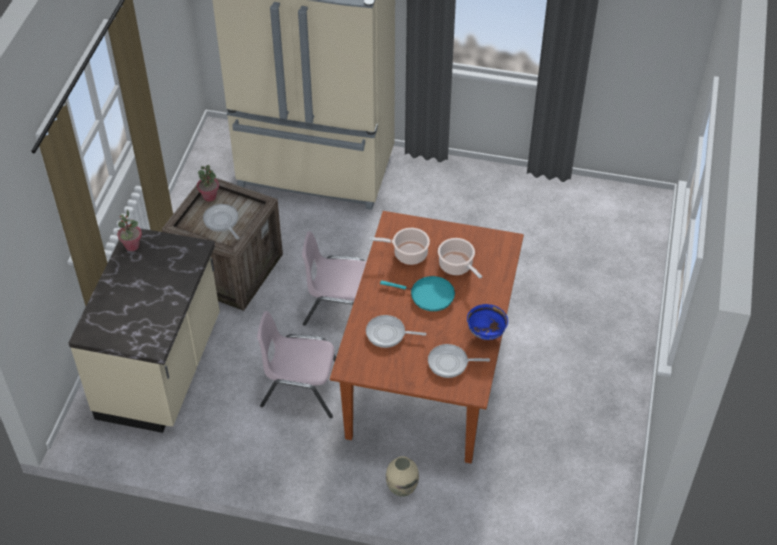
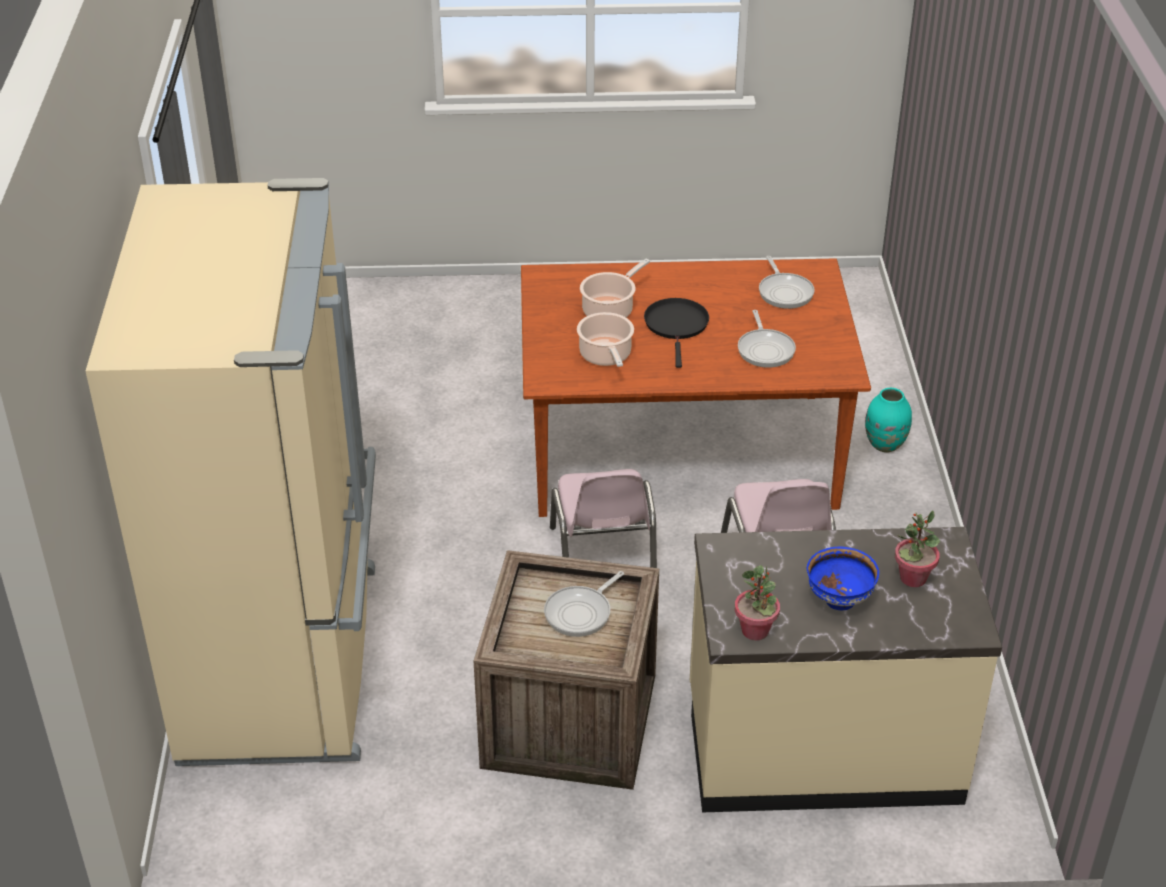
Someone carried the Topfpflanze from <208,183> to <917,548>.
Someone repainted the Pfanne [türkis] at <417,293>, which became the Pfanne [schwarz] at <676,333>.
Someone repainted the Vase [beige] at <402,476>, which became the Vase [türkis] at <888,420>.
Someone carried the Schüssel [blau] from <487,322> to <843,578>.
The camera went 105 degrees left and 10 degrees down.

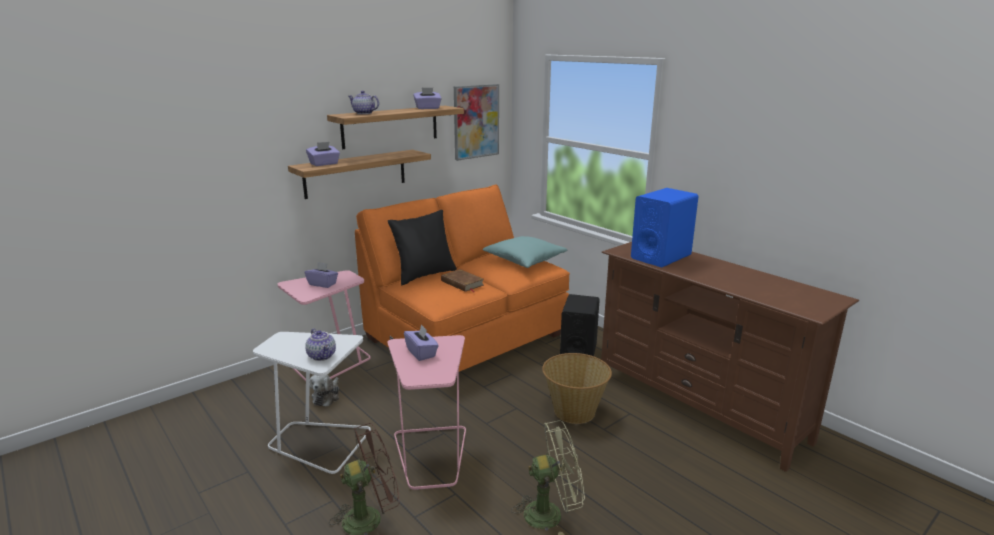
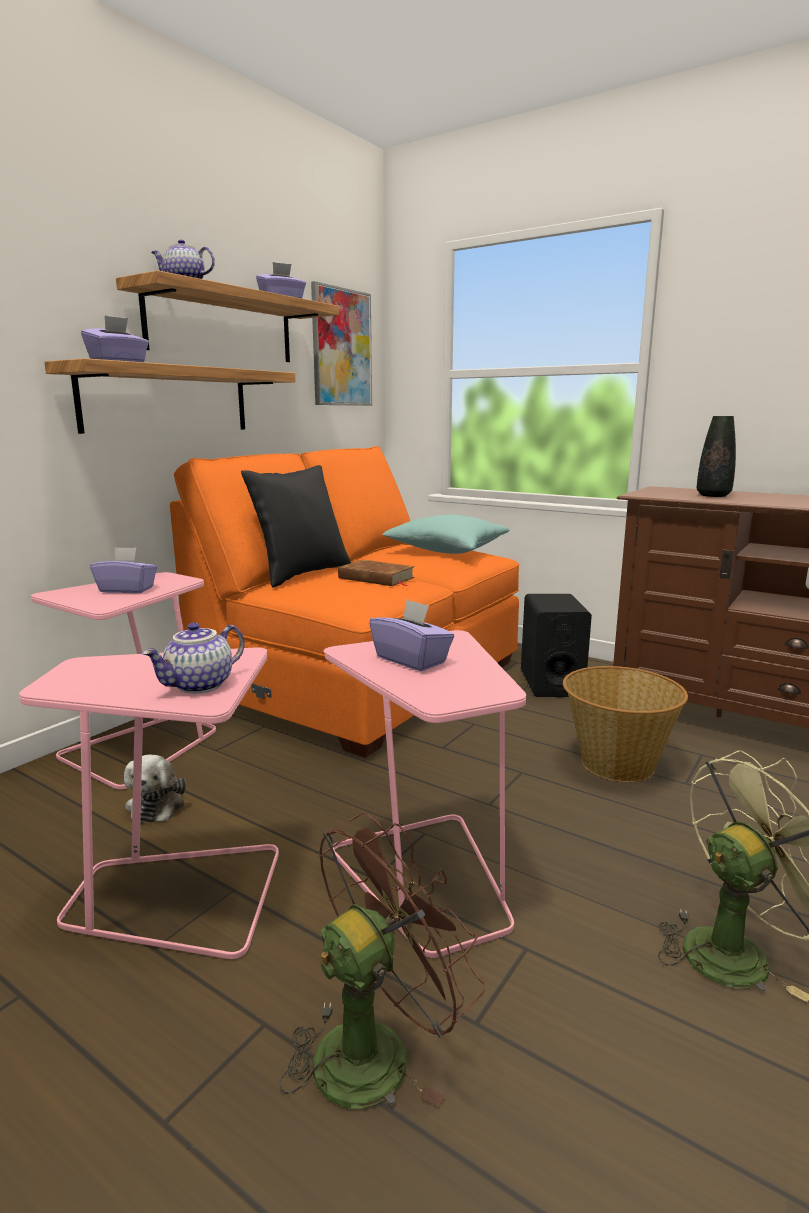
Someone repainted the Beistelltisch [weiß] at <312,403>, which became the Beistelltisch [rosa] at <149,803>.
Someone rotated the Teekanne at <320,344> by 90 degrees clockwise.
Someone swapped the Lautsprecher [blau] at <665,228> for the Vase [schwarz] at <716,456>.
The camera went 15 degrees left and 5 degrees down.

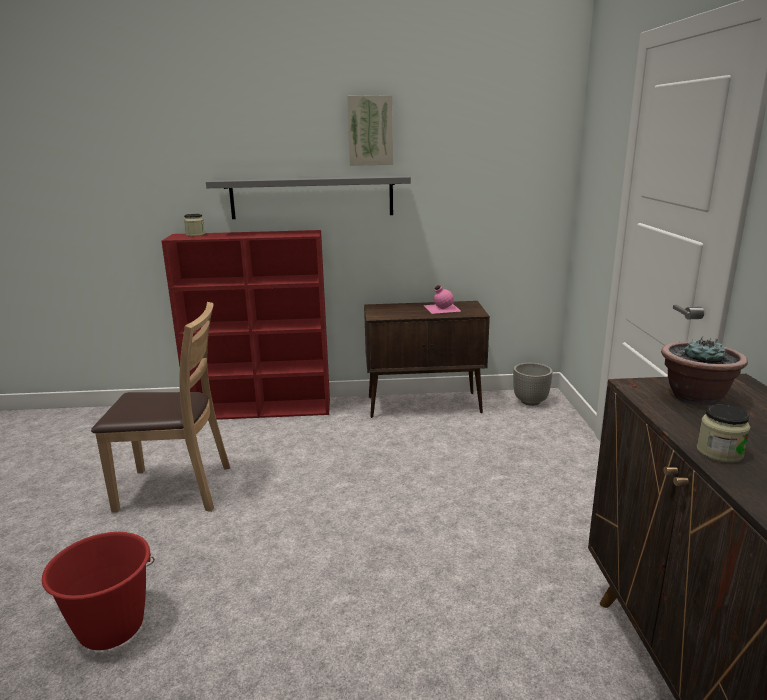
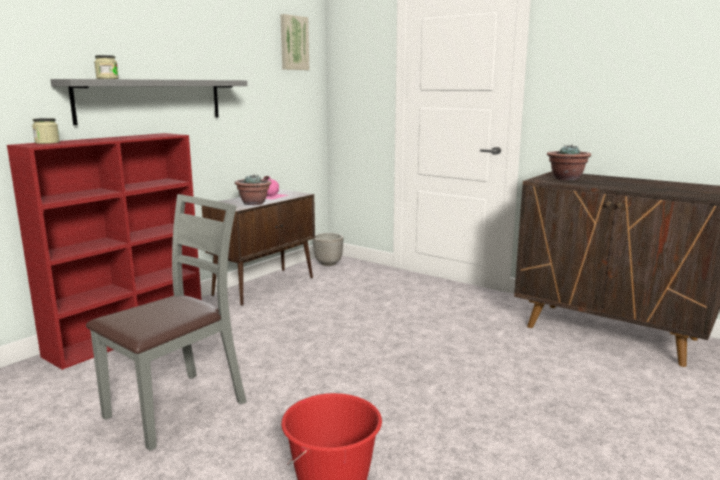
Someone repainted the Stuhl [braun] at <160,407>, which became the Stuhl [grau] at <166,322>.
Someone carried the Bild from <370,130> to <294,42>.
Someone carried the Vorratsglas from <723,433> to <106,67>.
Someone put down the Topfpflanze at <253,190>.
The camera went 50 degrees left and 5 degrees down.

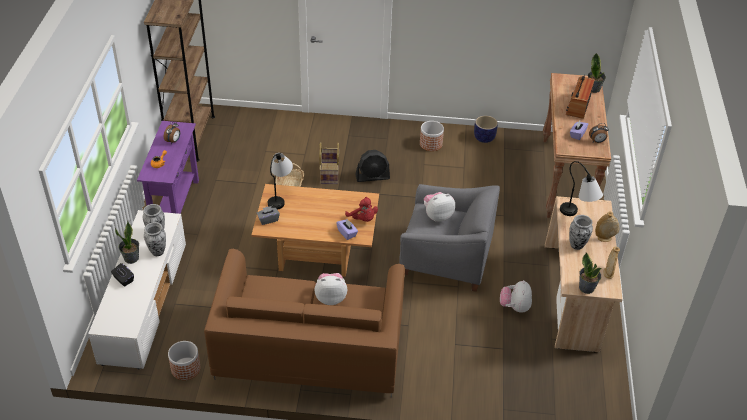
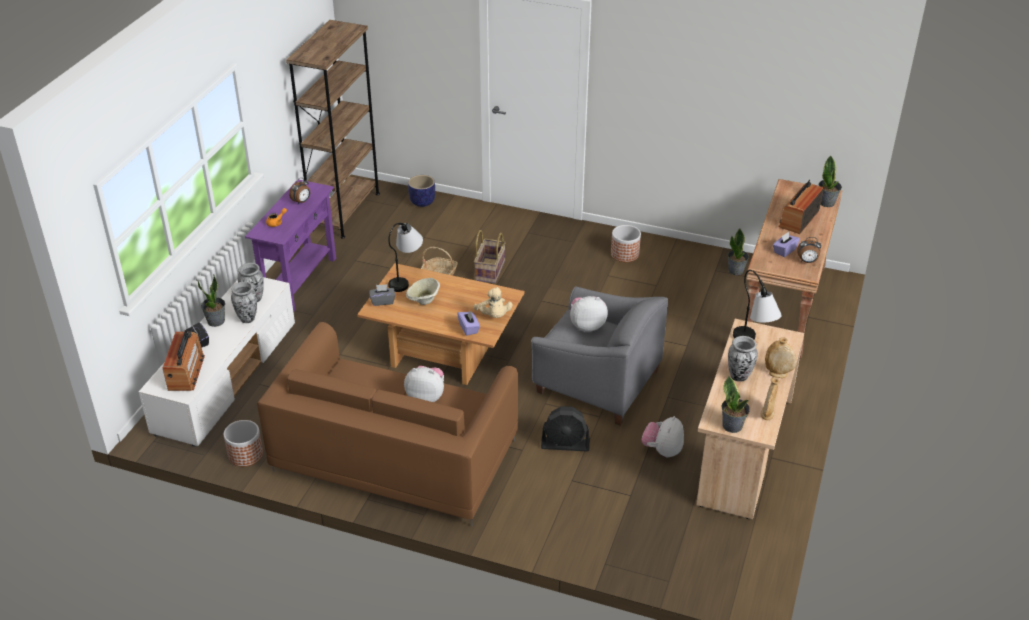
Someone repainted the Plüschtier [rot] at <361,209>, which became the Plüschtier [beige] at <493,302>.
Someone carried the Ventilator [schwarz] from <372,166> to <565,428>.
Someone carried the Pflanzkübel from <486,129> to <421,191>.
Someone put down the Radio at <184,360>.
Someone put down the Schüssel [beige] at <423,291>.
Someone put down the Topfpflanze at <738,252>.
The camera went 15 degrees right and 5 degrees down.

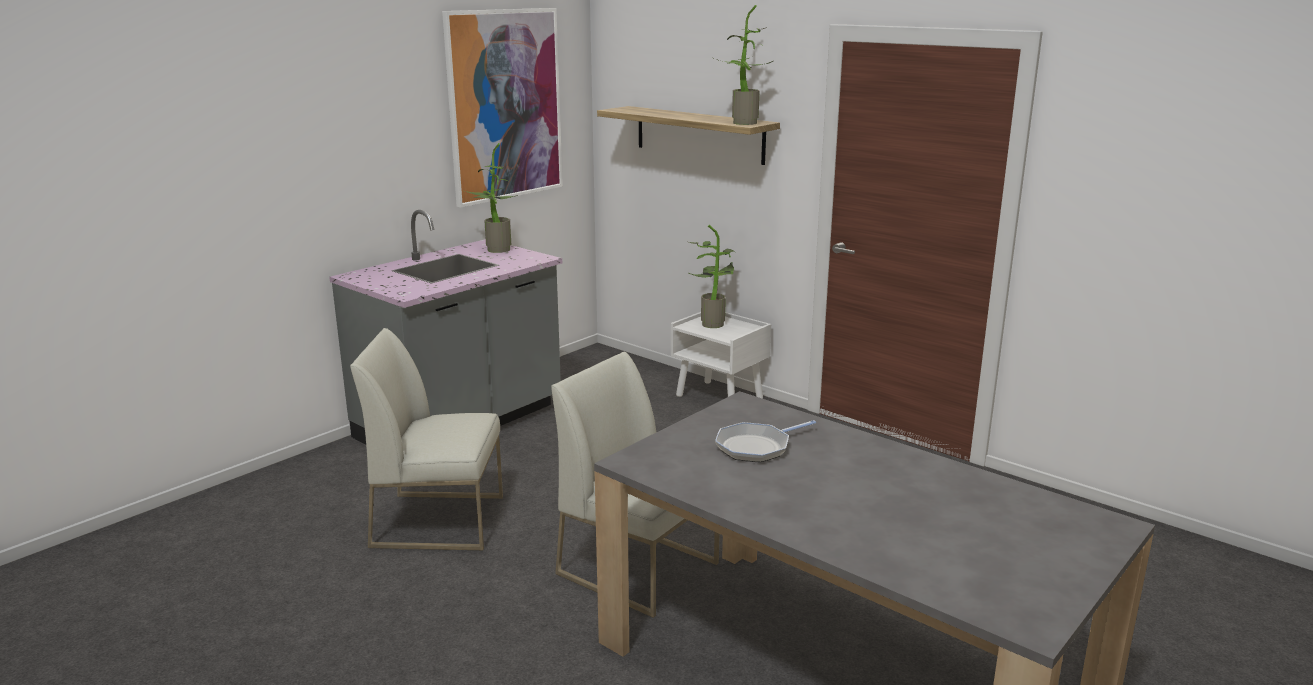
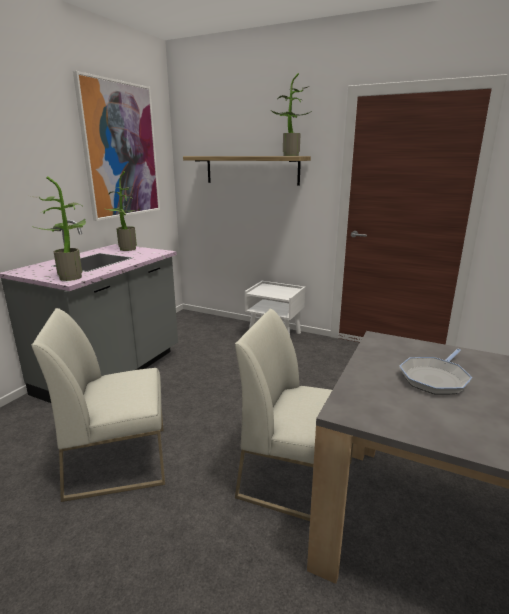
Someone carried the Topfpflanze from <711,276> to <58,228>.
The camera went 15 degrees left and 0 degrees up.

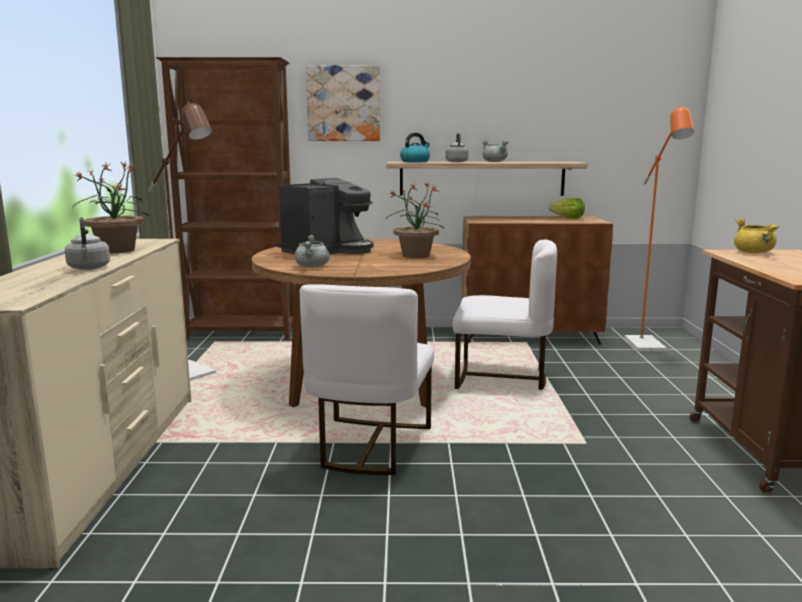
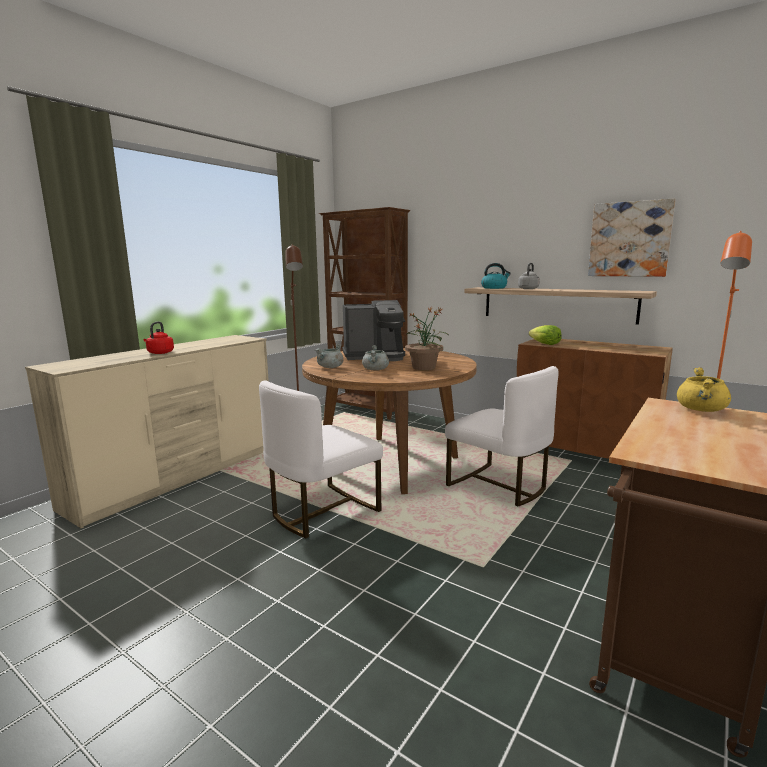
Someone repainted the Wasserkessel [grau] at <87,244>, which became the Wasserkessel [rot] at <159,337>.
Someone took away the Topfpflanze at <110,207>.
Someone carried the Bild from <343,103> to <632,237>.
Someone carried the Kochtopf [grau] from <495,151> to <375,358>.
Someone carried the Salatkopf from <567,208> to <545,335>.
The camera went 35 degrees right and 0 degrees up.

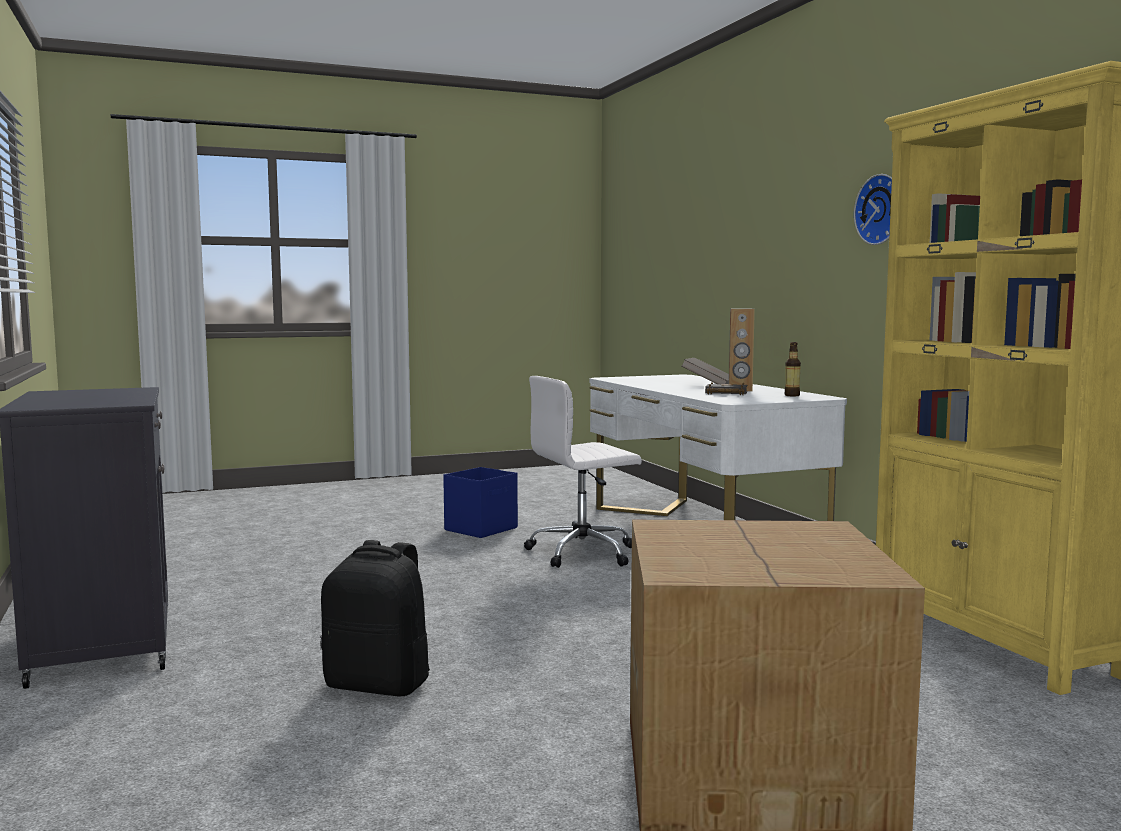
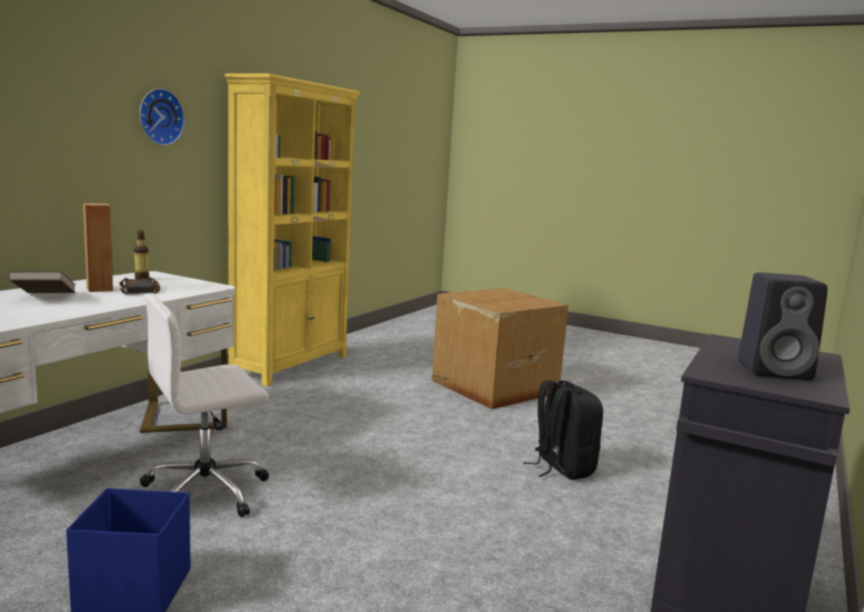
Someone rotated the Bürostuhl [weiß] at <583,472> by 120 degrees clockwise.
Someone put down the Lautsprecher [schwarz] at <783,326>.
The camera went 130 degrees left and 5 degrees up.

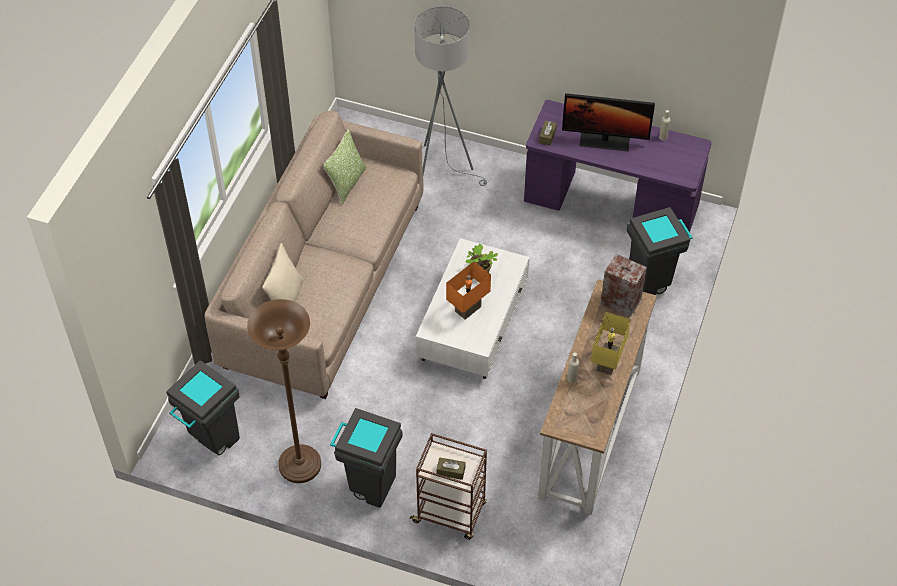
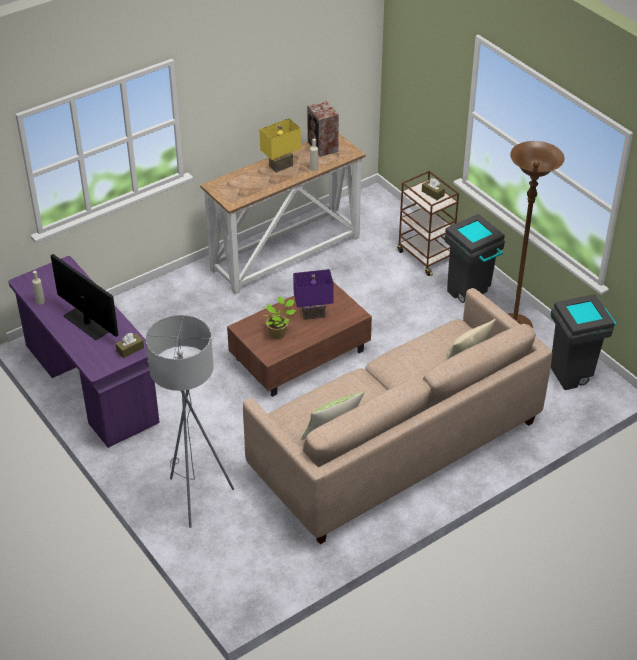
Someone repainted the Couchtisch [weiß] at <472,308>, which became the Couchtisch [braun] at <299,339>.
Someone repainted the Tischlampe [orange] at <468,290>, which became the Tischlampe [lila] at <313,294>.
Someone carried the Lautsprecher from <623,285> to <323,129>.
Someone took away the Mülleimer [grau] at <660,251>.
The camera went 145 degrees left and 10 degrees down.

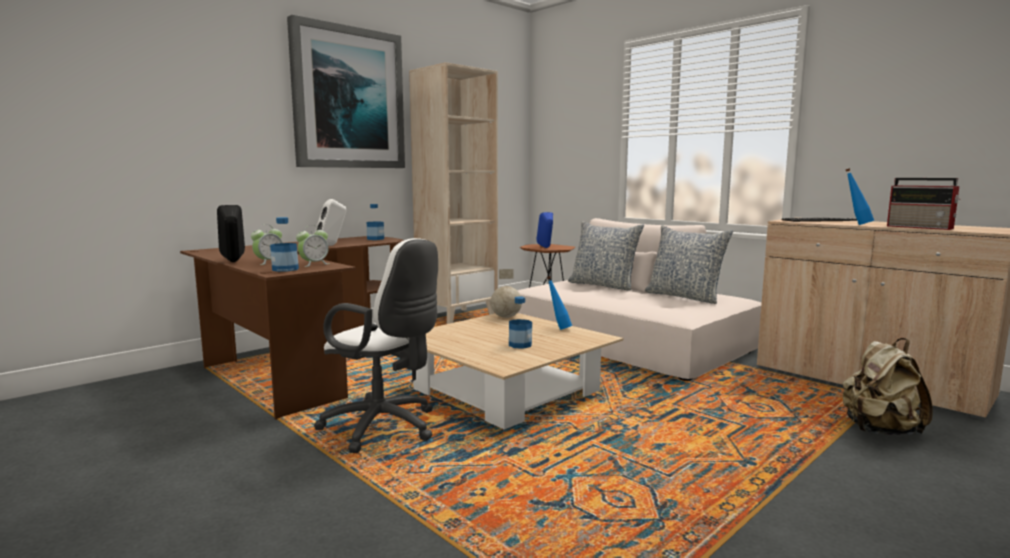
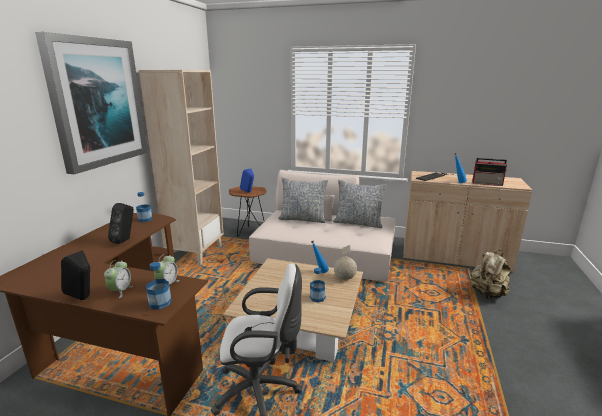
Someone repainted the Lautsprecher [weiß] at <330,222>, which became the Lautsprecher [schwarz] at <121,223>.
Someone carried the Globus from <506,293> to <345,262>.
The camera went 30 degrees left and 10 degrees up.

